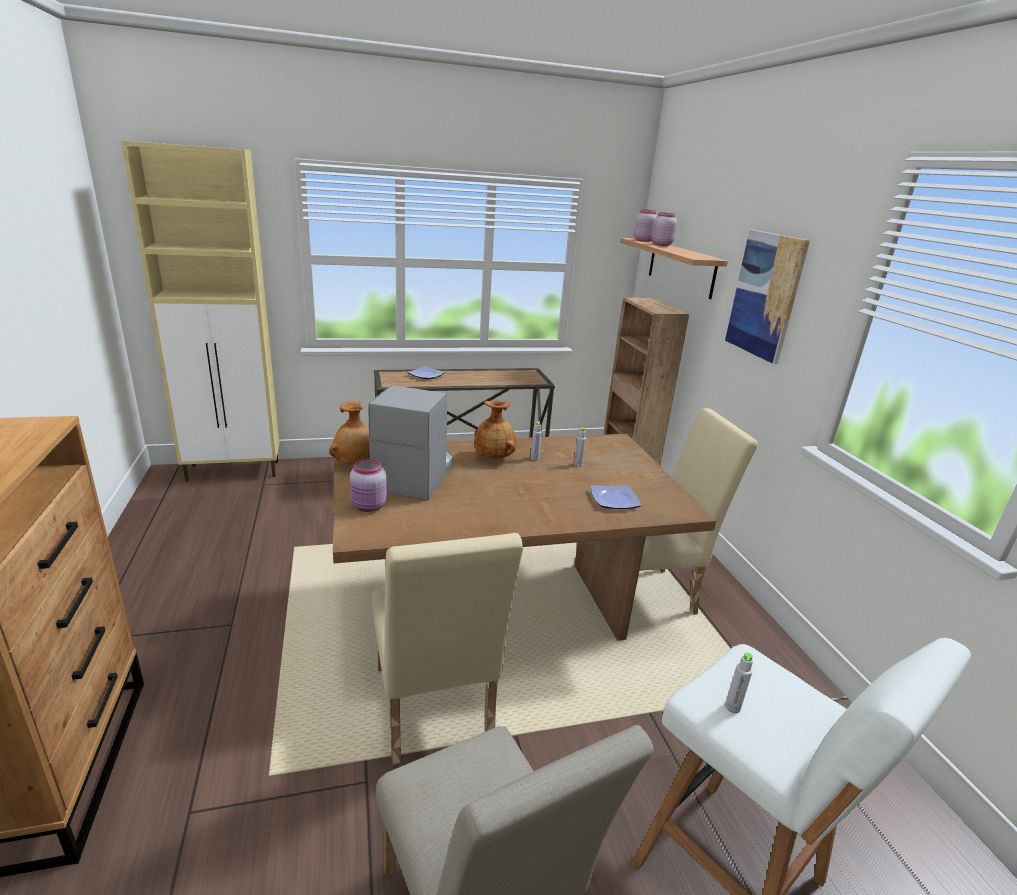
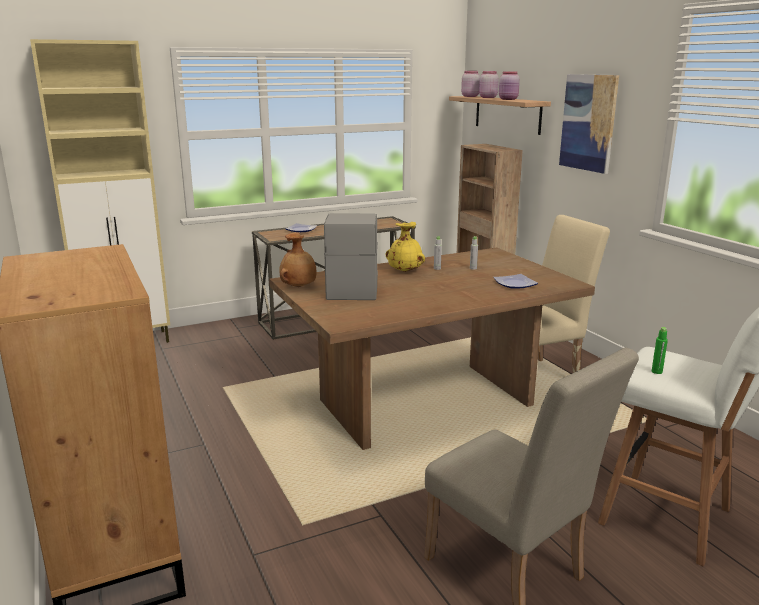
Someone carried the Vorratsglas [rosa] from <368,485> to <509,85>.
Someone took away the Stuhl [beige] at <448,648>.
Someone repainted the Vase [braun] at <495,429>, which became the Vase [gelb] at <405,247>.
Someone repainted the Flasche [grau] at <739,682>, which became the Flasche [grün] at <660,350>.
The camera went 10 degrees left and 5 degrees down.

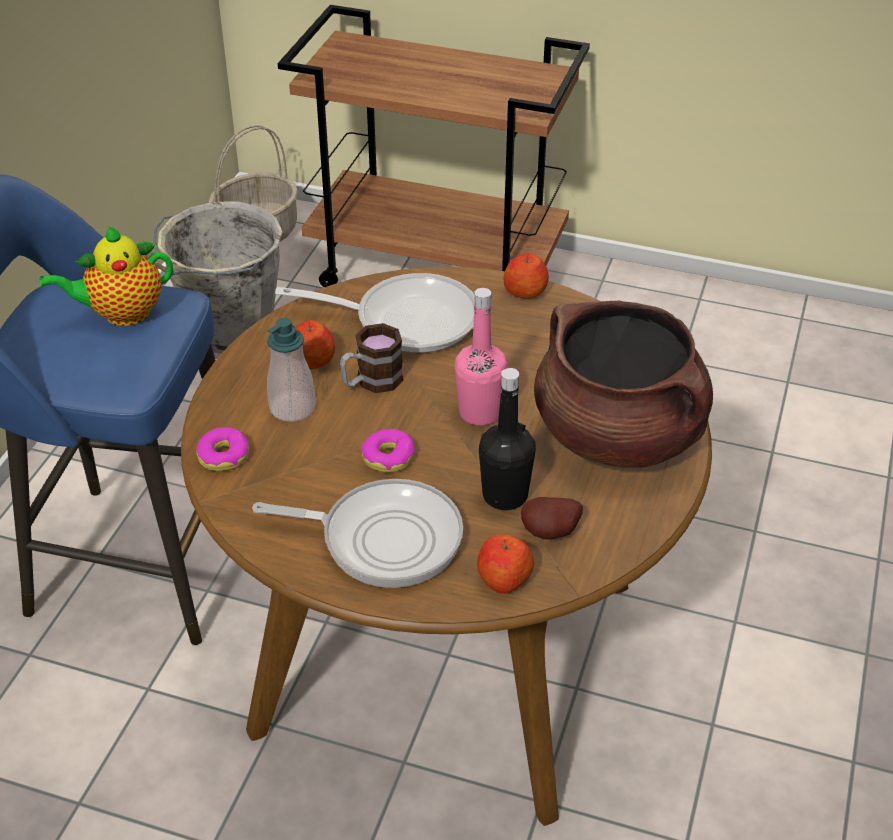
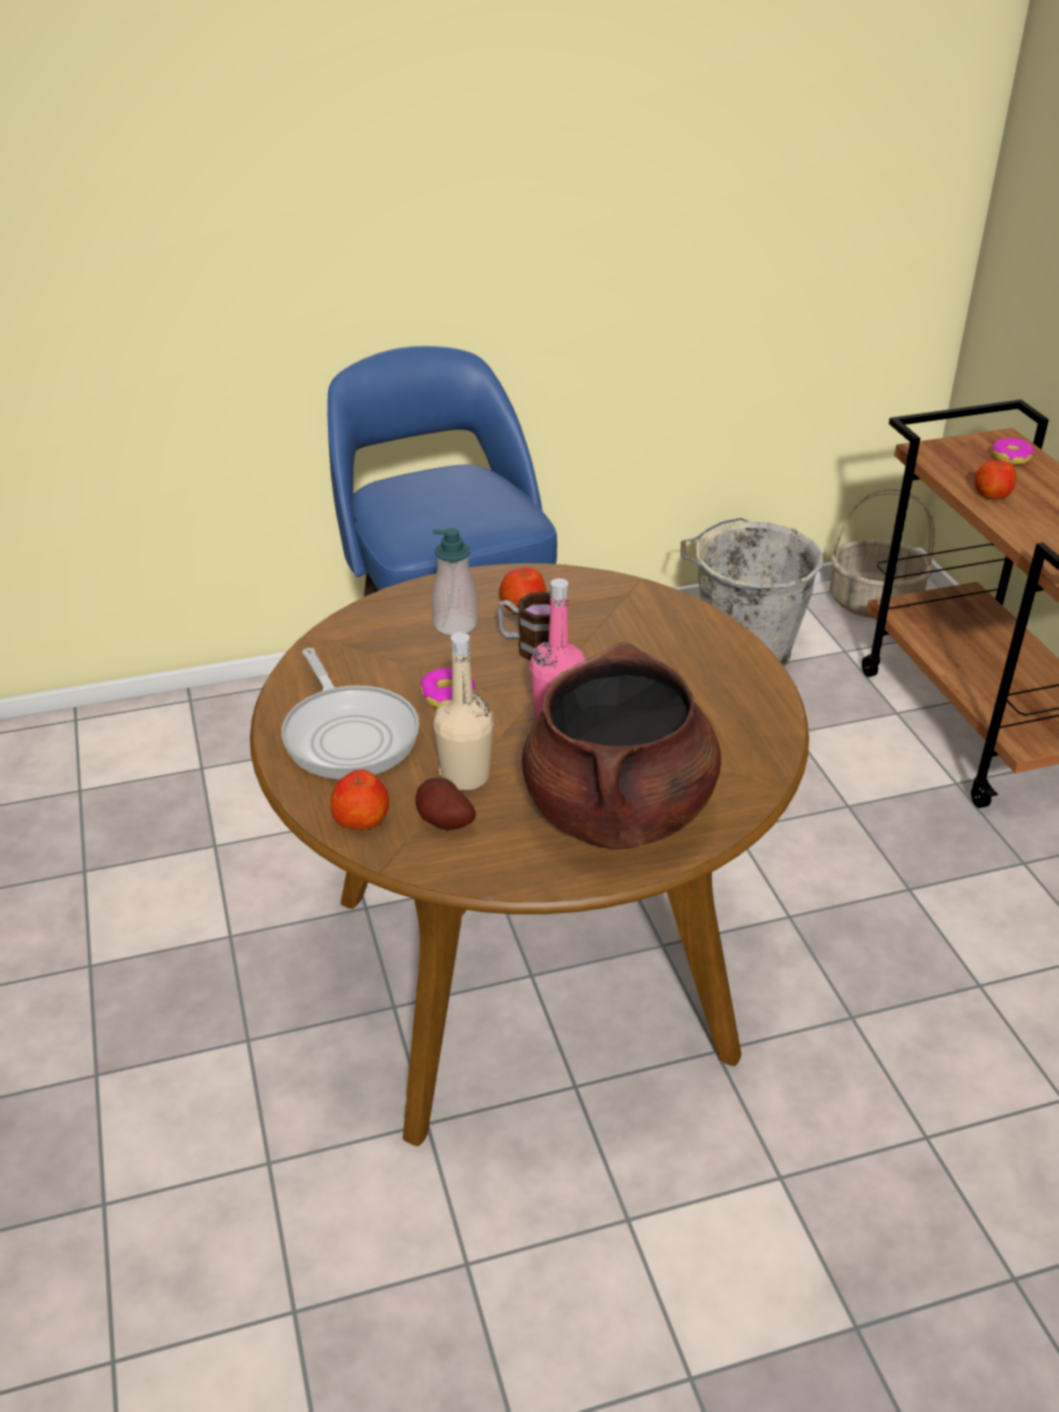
Someone took away the Teekanne at <106,275>.
Someone carried the Donut from <222,449> to <1013,451>.
Someone took away the Pfanne at <374,313>.
Someone repainted the Flasche [schwarz] at <507,439>, which became the Flasche [beige] at <463,711>.
Someone carried the Apfel from <526,276> to <995,478>.
The camera went 55 degrees right and 5 degrees down.

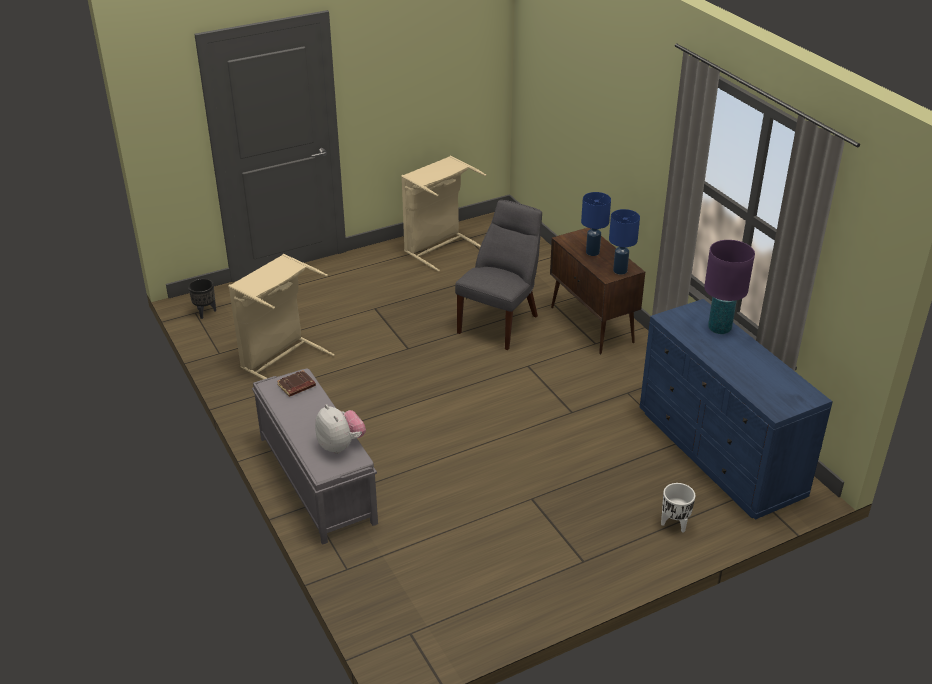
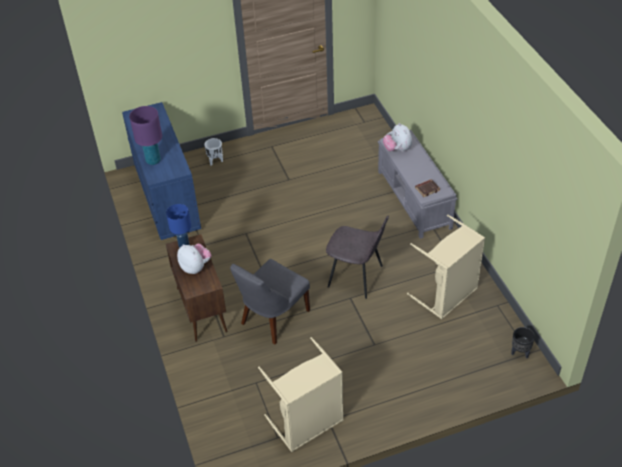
Someone swapped the Tischlampe [blau] at <596,224> for the Plüschtier at <194,259>.
Someone put down the Stuhl [grau] at <357,257>.
The camera went 170 degrees left and 10 degrees up.

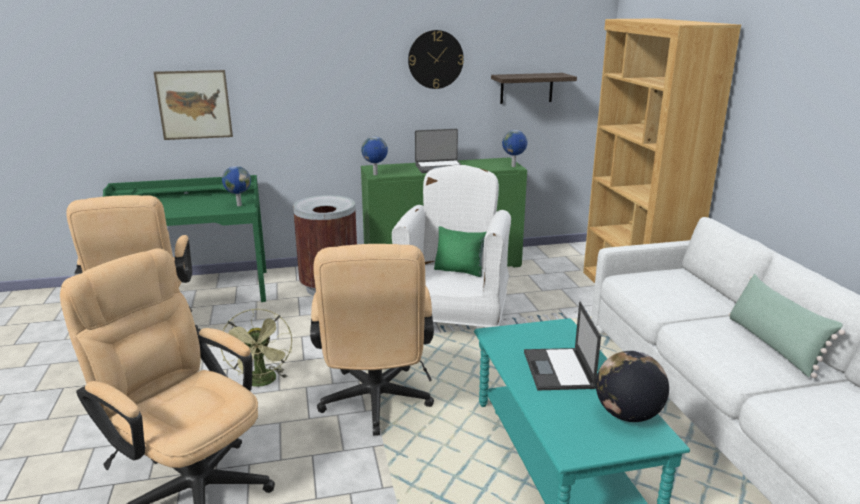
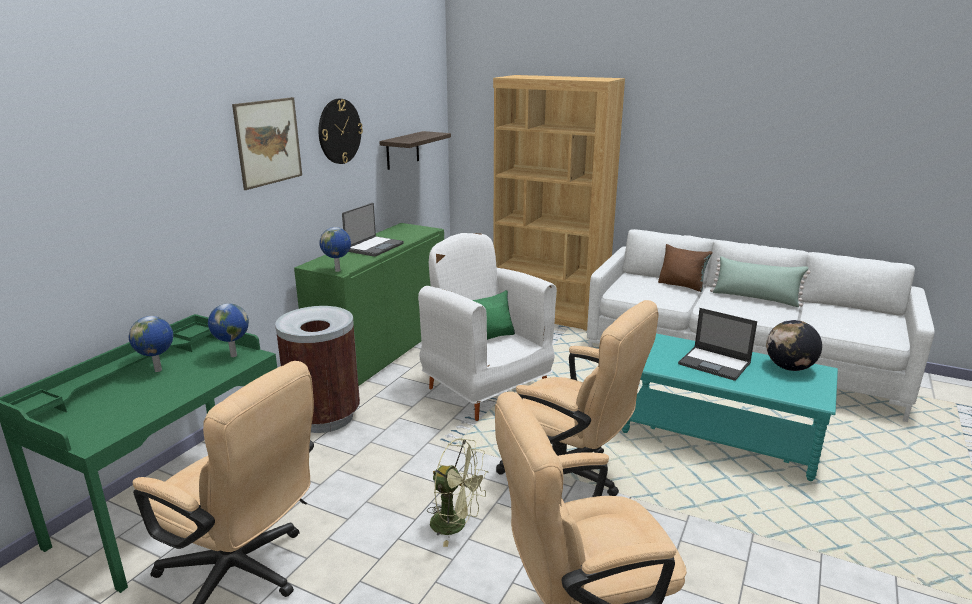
Someone carried the Bild from <193,105> to <267,143>.
Someone carried the Globus from <514,148> to <151,344>.
Someone put down the Kissen [braun] at <685,268>.
The camera went 50 degrees left and 0 degrees up.

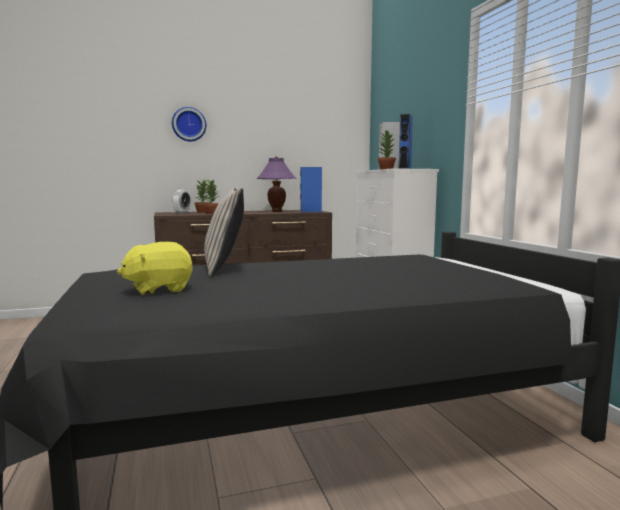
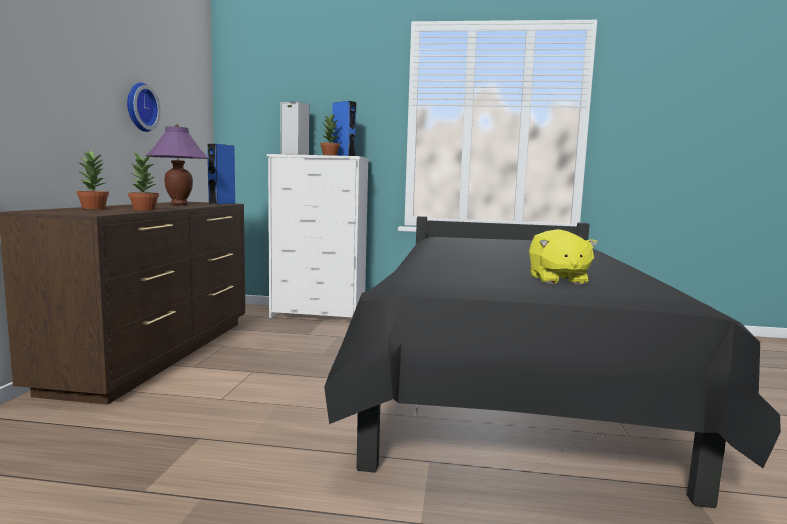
Someone carried the Wanduhr from <189,124> to <144,107>.
Someone took away the Wecker at <181,202>.
Someone took away the Kissen [beige] at <224,232>.
The camera went 65 degrees left and 0 degrees up.

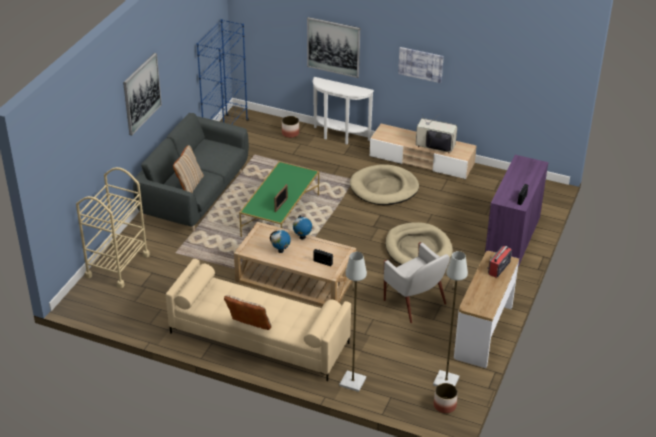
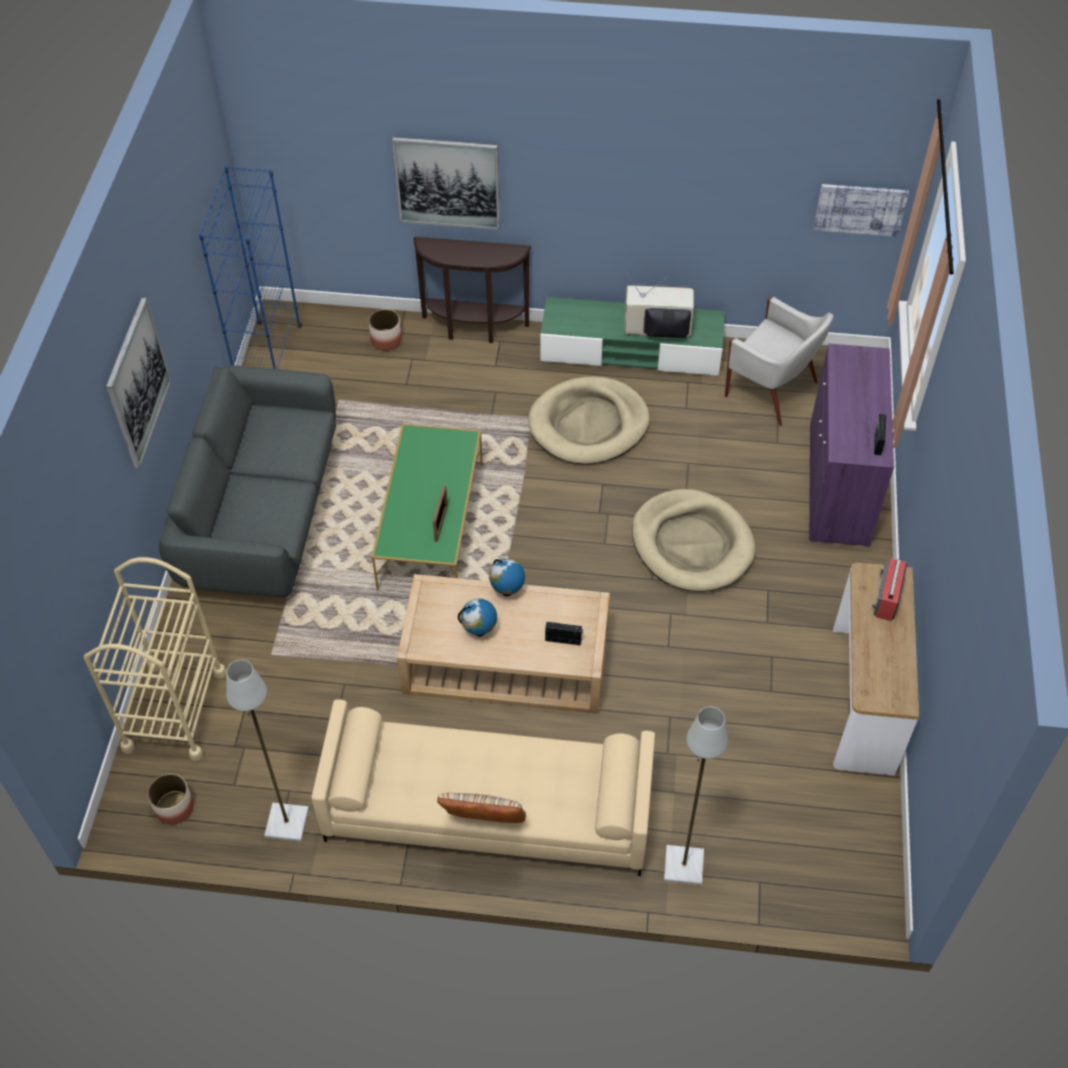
Someone took away the Kissen [beige] at <188,169>.
Someone repainted the Konsolentisch [weiß] at <343,110>, which became the Konsolentisch [braun] at <473,290>.
Someone repainted the Fernsehschrank [beige] at <423,151>, which became the Fernsehschrank [grün] at <632,336>.
Someone carried the Sessel [weiß] from <417,282> to <779,361>.
Someone carried the Bild from <421,65> to <861,210>.
Someone carried the Stehlampe [grau] from <450,318> to <267,751>.
Someone carried the Pflanzkübel from <446,398> to <170,799>.
The camera went 15 degrees left and 15 degrees up.

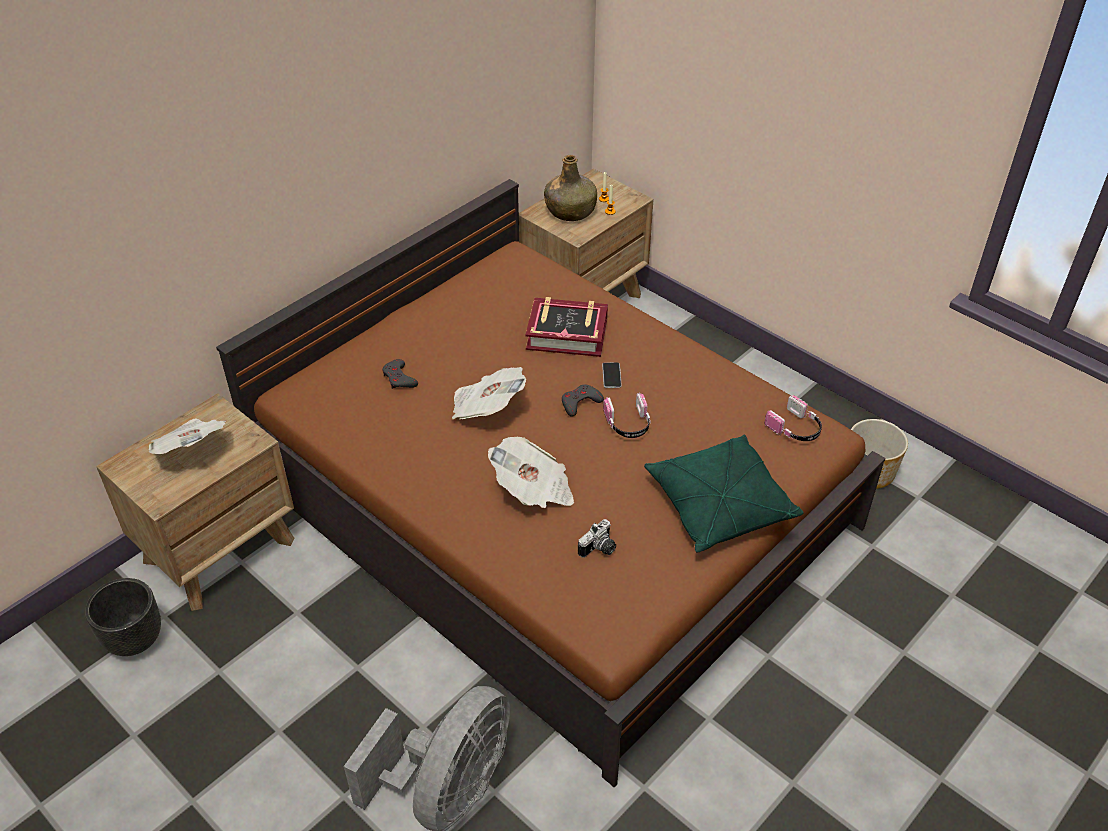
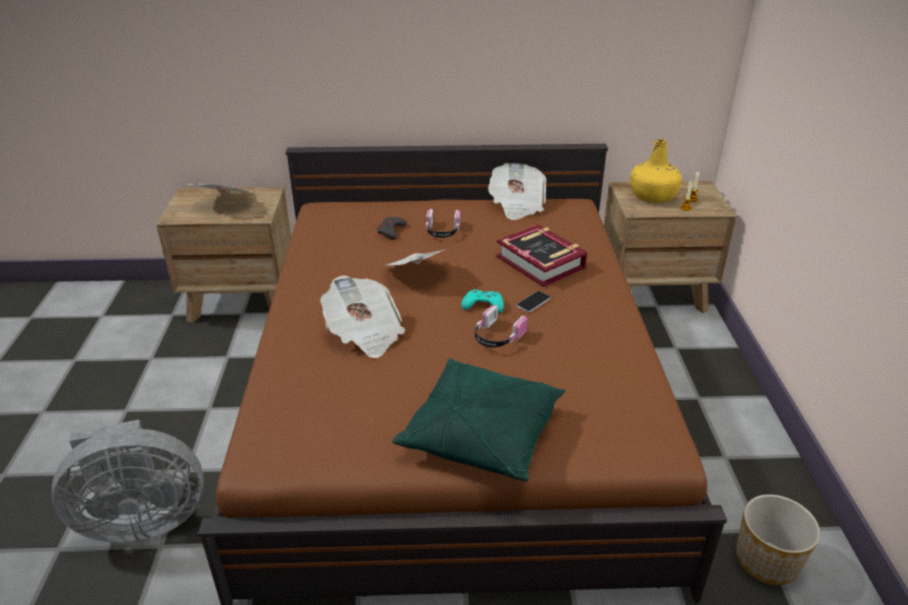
Someone took away the Pflanzkübel [schwarz] at <123,617>.
Someone repainted the Flasche [grün] at <570,188>, which became the Flasche [gelb] at <656,171>.
Someone repainted the Gamepad [grau] at <583,400>, which became the Gamepad [türkis] at <482,301>.
Someone took away the Kamera at <597,538>.
Someone carried the Kopfhörer from <793,418> to <443,223>.
Someone put down the Zeitung at <517,191>.
The camera went 45 degrees right and 10 degrees down.

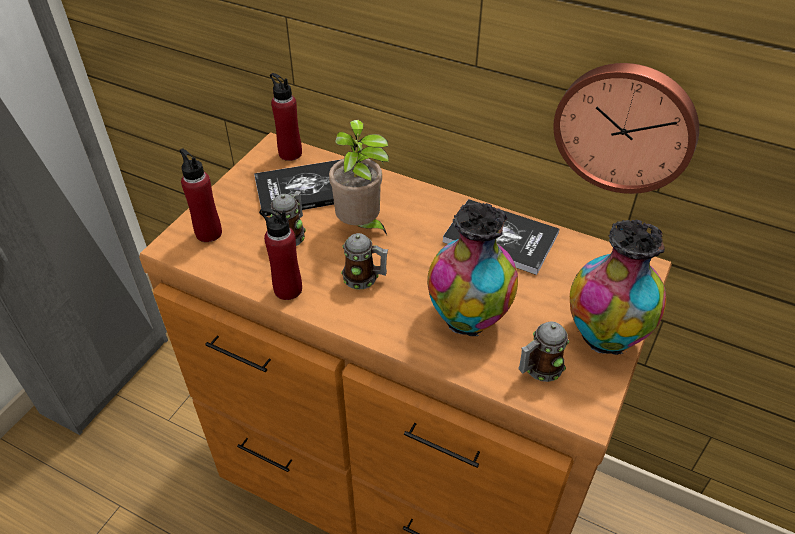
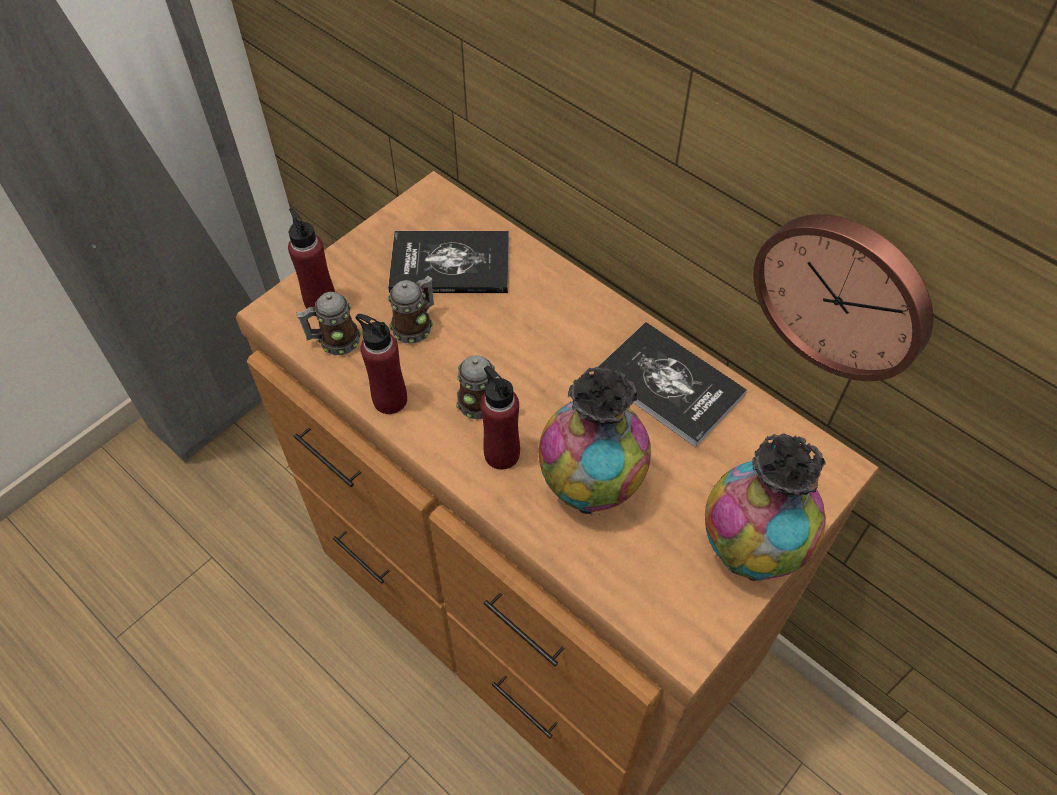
Someone carried the Flasche [rot] from <286,117> to <500,418>.
Someone took away the Topfpflanze at <359,177>.
Someone carried the Henkelbecher from <543,351> to <329,323>.
The camera went 15 degrees right and 10 degrees up.

